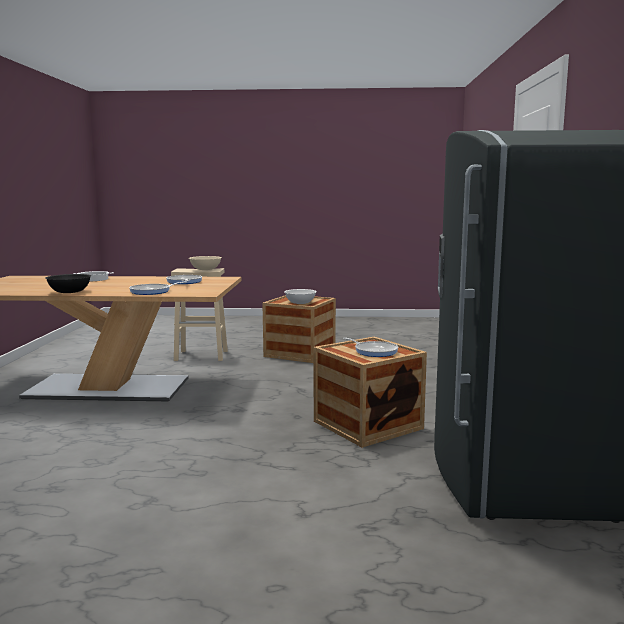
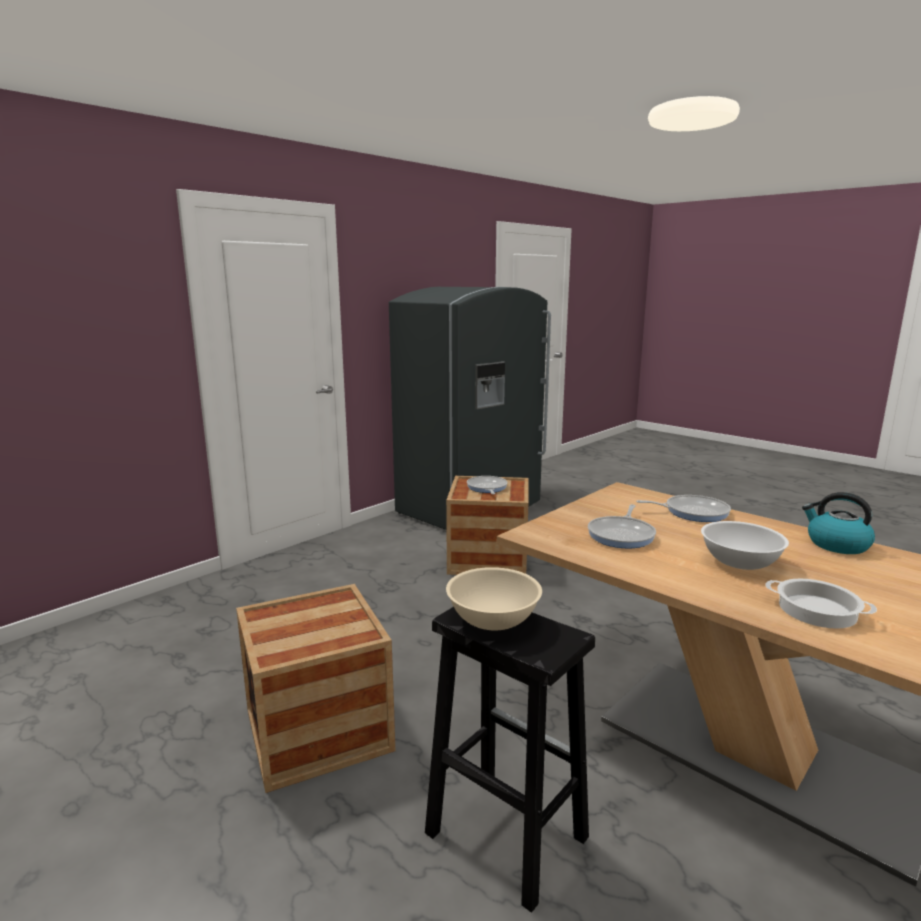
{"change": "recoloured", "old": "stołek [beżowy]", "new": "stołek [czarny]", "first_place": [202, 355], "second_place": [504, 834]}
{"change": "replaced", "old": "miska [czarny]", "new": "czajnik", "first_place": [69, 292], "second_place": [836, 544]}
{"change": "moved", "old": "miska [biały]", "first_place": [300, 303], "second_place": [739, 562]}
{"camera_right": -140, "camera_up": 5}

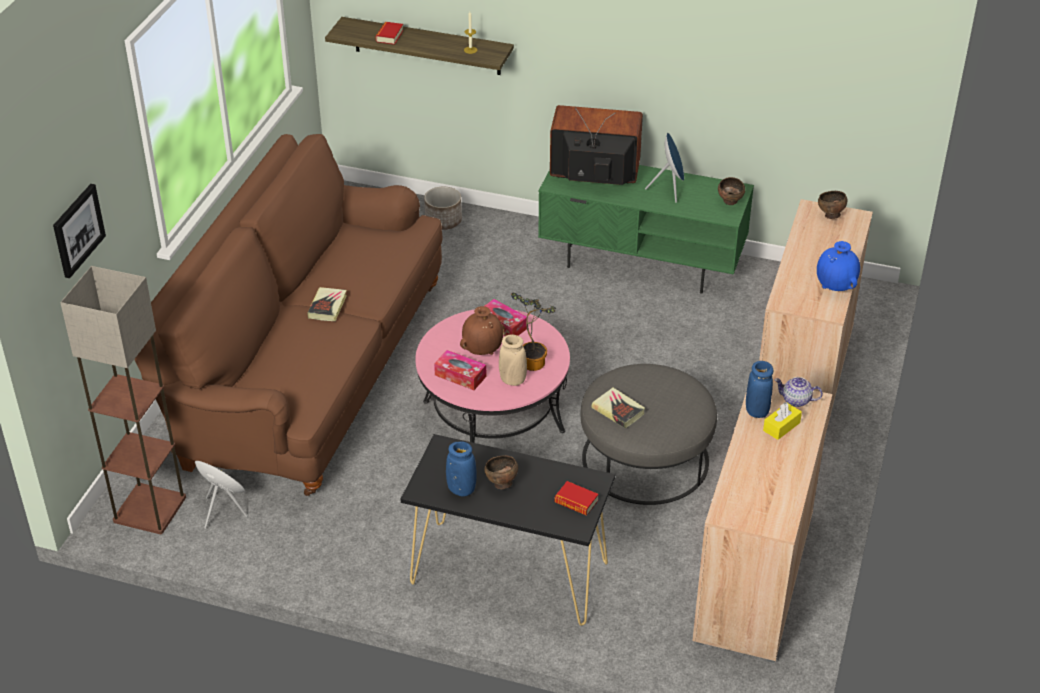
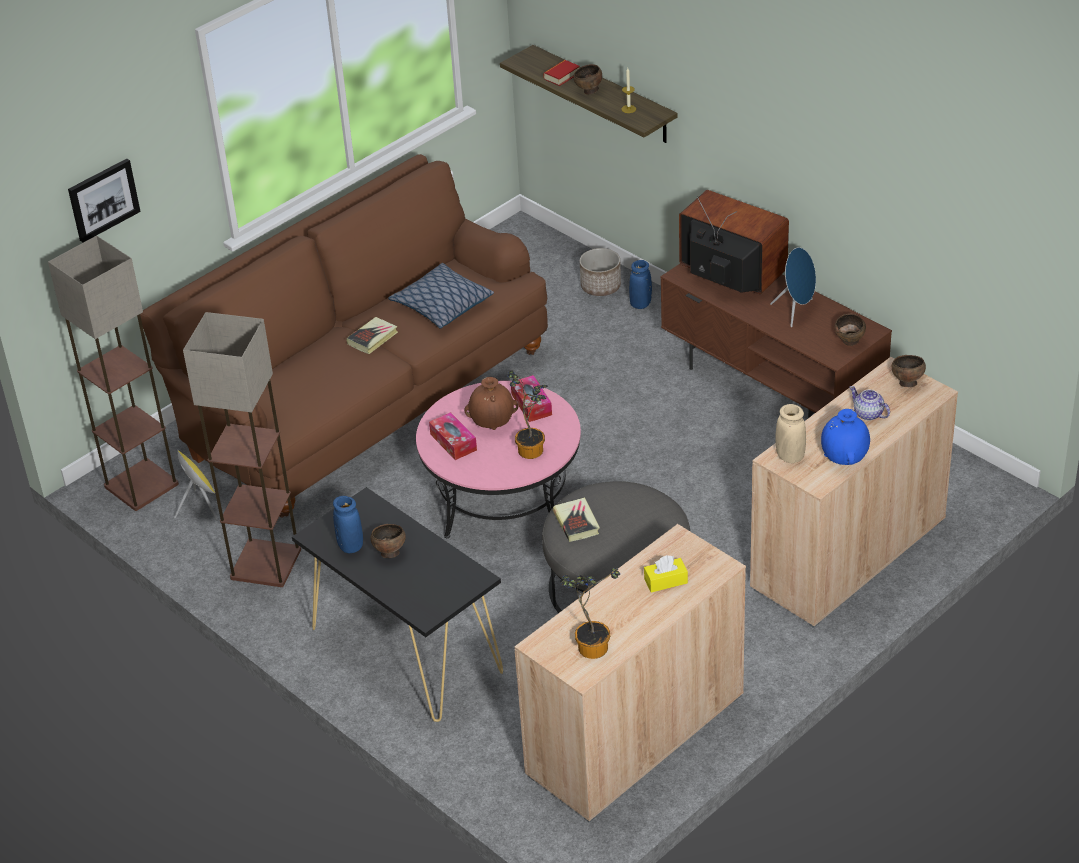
{"change": "recoloured", "old": "szafka pod telewizor [zielony]", "new": "szafka pod telewizor [brązowy]", "first_place": [643, 261], "second_place": [773, 384]}
{"change": "moved", "old": "wazon [beżowy]", "first_place": [512, 380], "second_place": [790, 456]}
{"change": "moved", "old": "wazon [niebieski]", "first_place": [757, 411], "second_place": [640, 304]}
{"change": "moved", "old": "imbryk", "first_place": [796, 400], "second_place": [868, 414]}
{"change": "removed", "old": "książka", "first_place": [576, 502]}
{"change": "added", "new": "miska [brązowy]", "second_place": [588, 91]}
{"change": "added", "new": "poduszka", "second_place": [442, 305]}
{"change": "added", "new": "lampa stojąca", "second_place": [265, 563]}
{"change": "added", "new": "roślina doniczkowa", "second_place": [590, 645]}
{"camera_right": 30, "camera_up": 0}

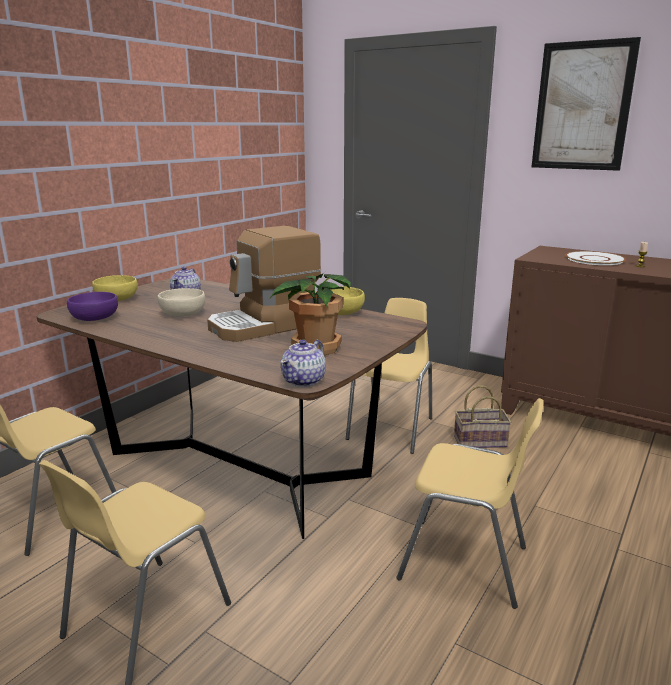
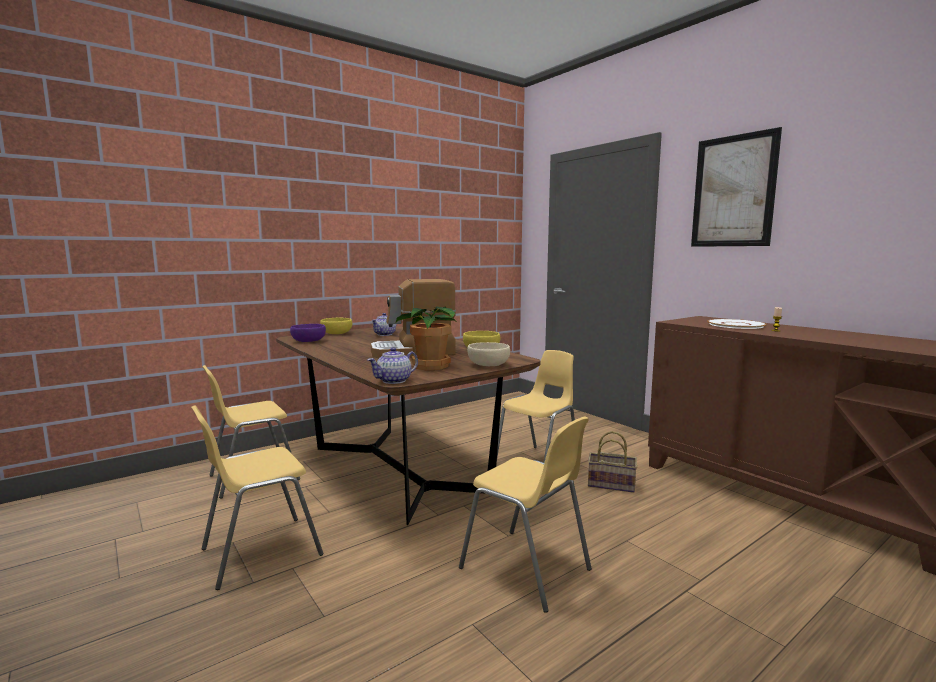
{"change": "moved", "old": "miska [beżowy]", "first_place": [183, 314], "second_place": [488, 365]}
{"camera_right": 20, "camera_up": -10}

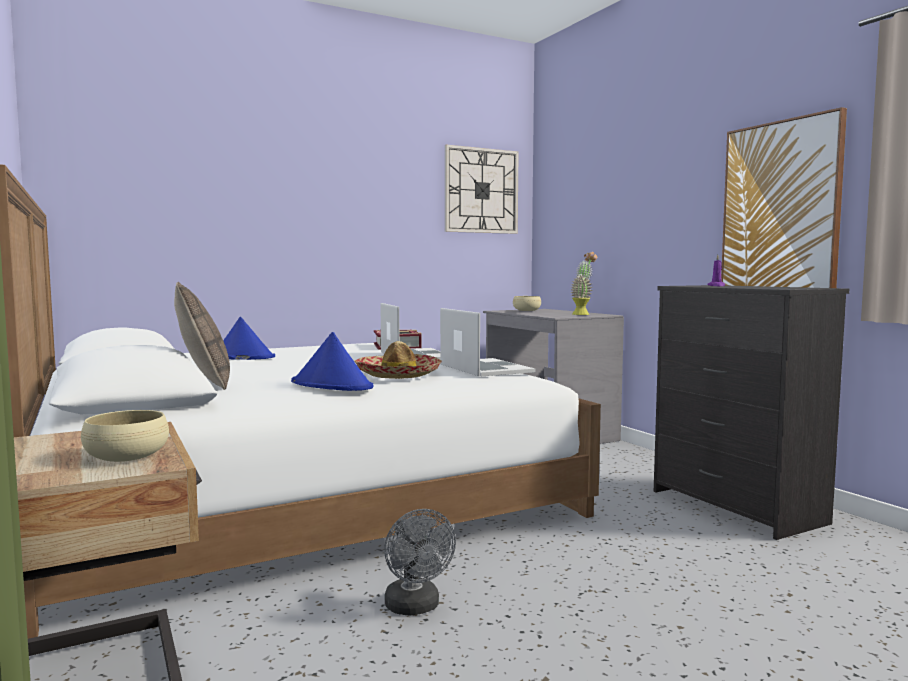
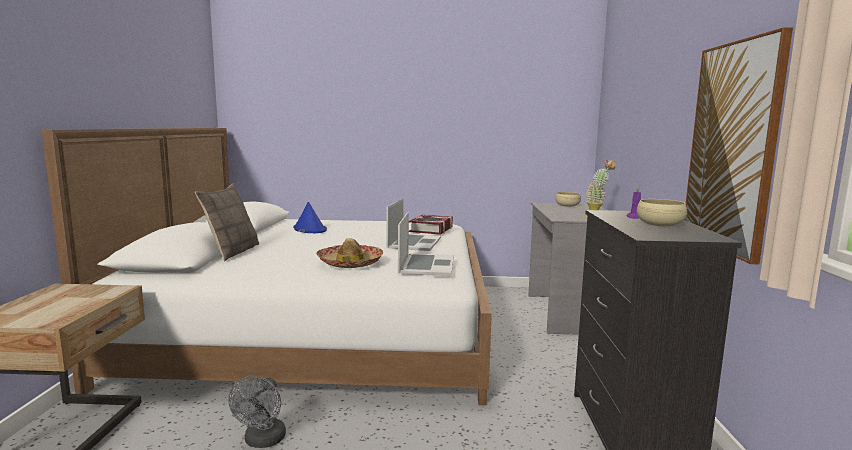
{"change": "removed", "old": "zegar ścienny", "first_place": [481, 191]}
{"change": "removed", "old": "kapelusz [niebieski]", "first_place": [332, 385]}
{"change": "moved", "old": "miska [beżowy]", "first_place": [127, 456], "second_place": [660, 224]}
{"camera_right": 30, "camera_up": 5}

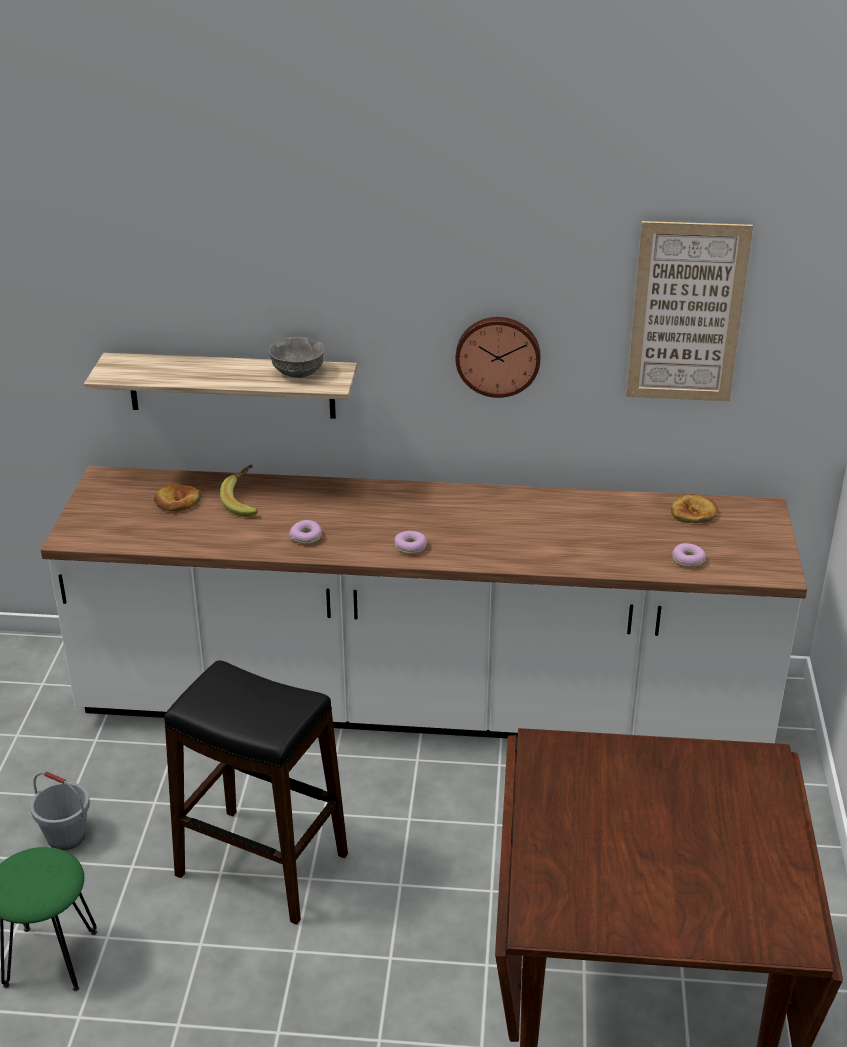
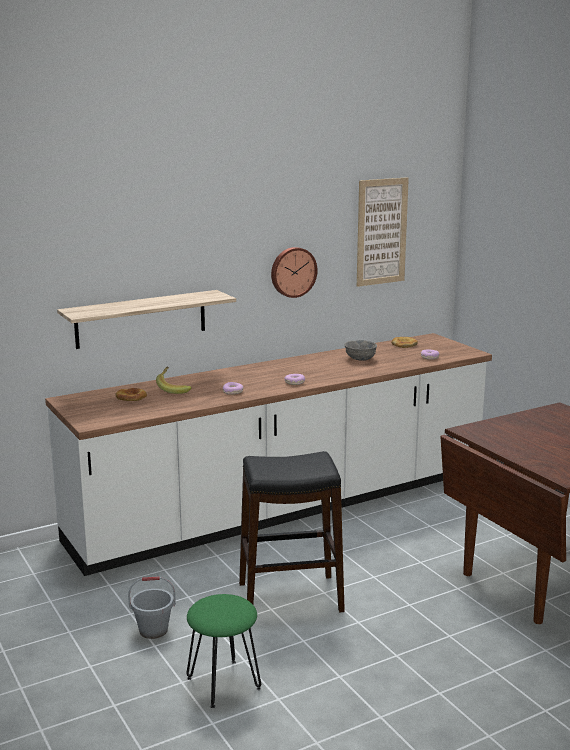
{"change": "moved", "old": "miska [szary]", "first_place": [298, 372], "second_place": [360, 359]}
{"camera_right": -35, "camera_up": -15}

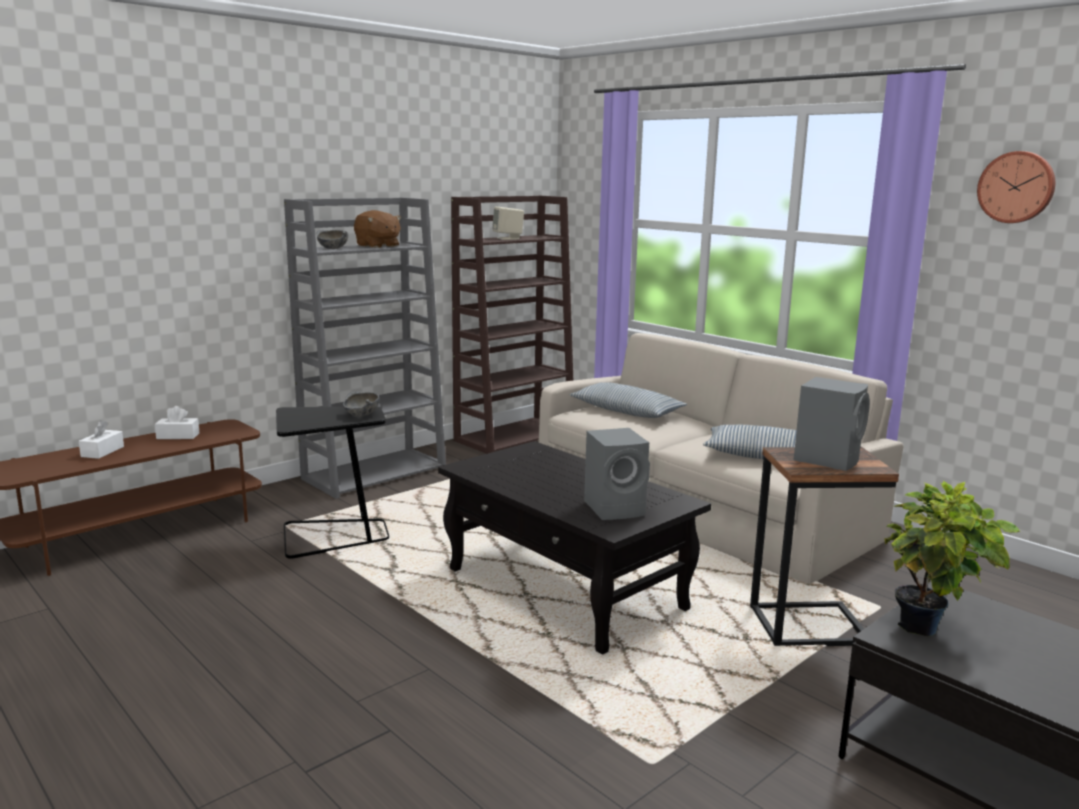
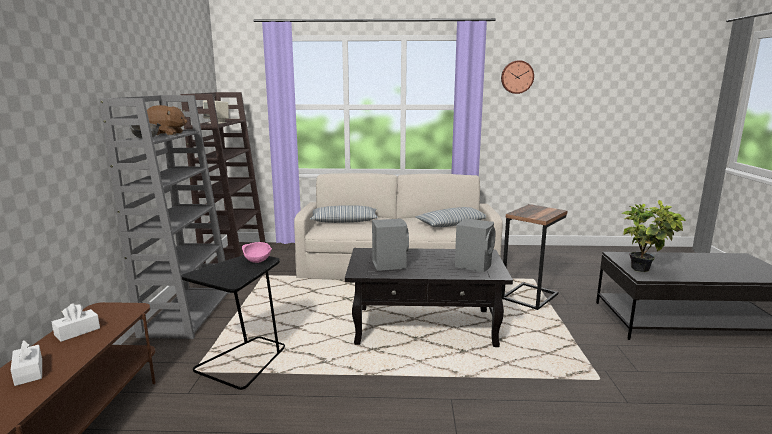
{"change": "moved", "old": "głośnik [szary]", "first_place": [828, 459], "second_place": [389, 264]}
{"change": "recoloured", "old": "miska [szary]", "new": "miska [różowy]", "first_place": [361, 415], "second_place": [257, 261]}
{"camera_right": -45, "camera_up": 0}

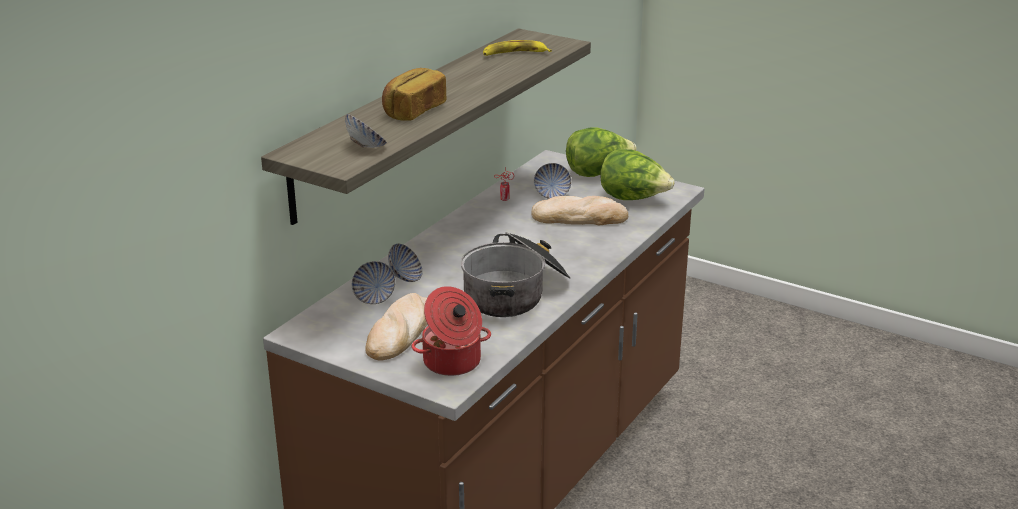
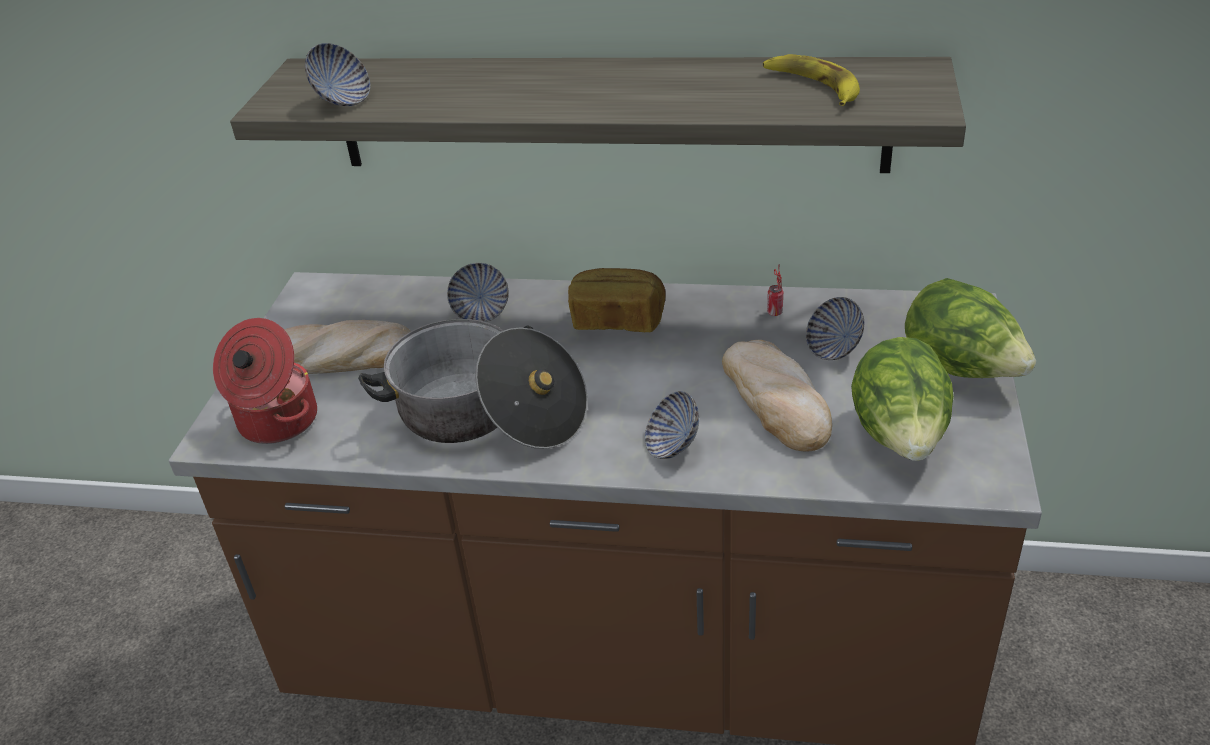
{"change": "moved", "old": "chleb", "first_place": [413, 111], "second_place": [617, 320]}
{"change": "moved", "old": "miska", "first_place": [374, 297], "second_place": [672, 446]}
{"camera_right": 70, "camera_up": 10}

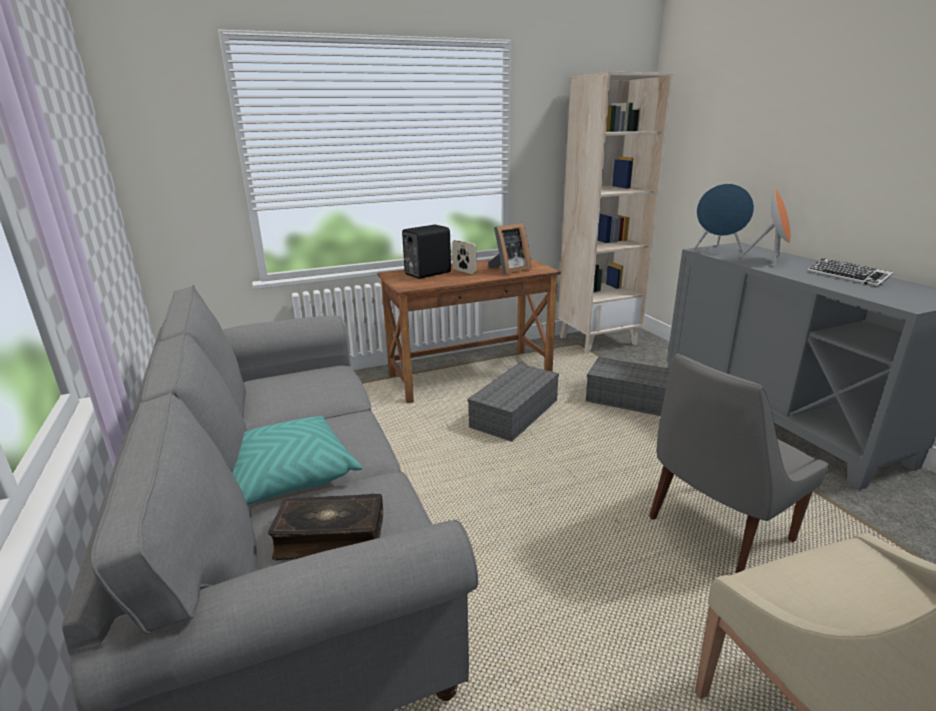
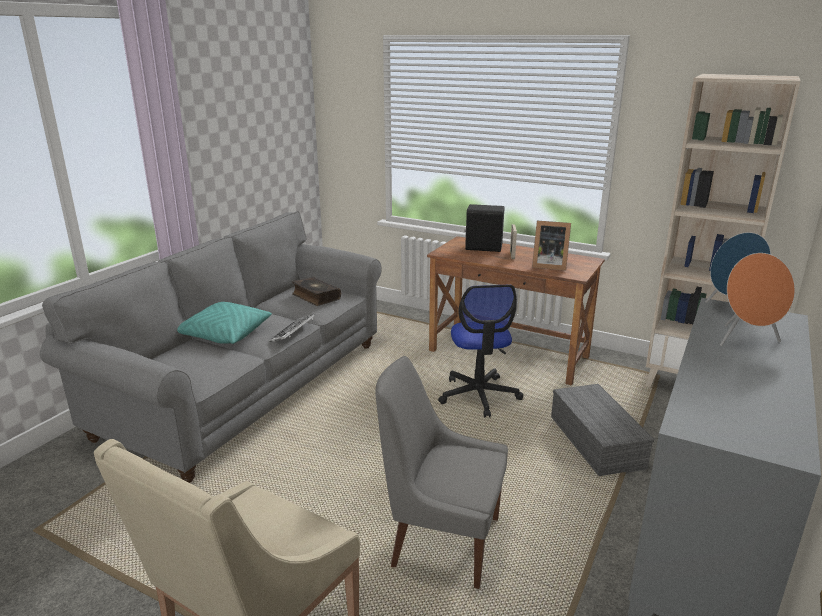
{"change": "moved", "old": "klawiatura", "first_place": [847, 277], "second_place": [293, 332]}
{"change": "replaced", "old": "pojemnik do przechowywania [szary]", "new": "krzesło biurowe", "first_place": [515, 415], "second_place": [479, 395]}
{"change": "moved", "old": "książka", "first_place": [330, 536], "second_place": [315, 297]}
{"camera_right": 50, "camera_up": 0}

